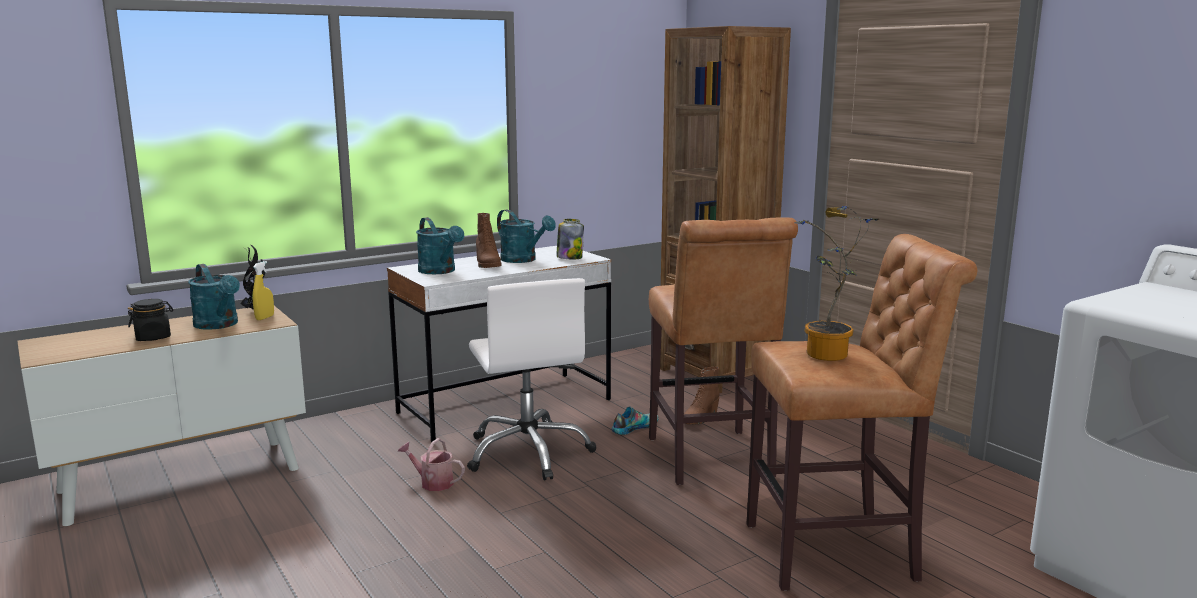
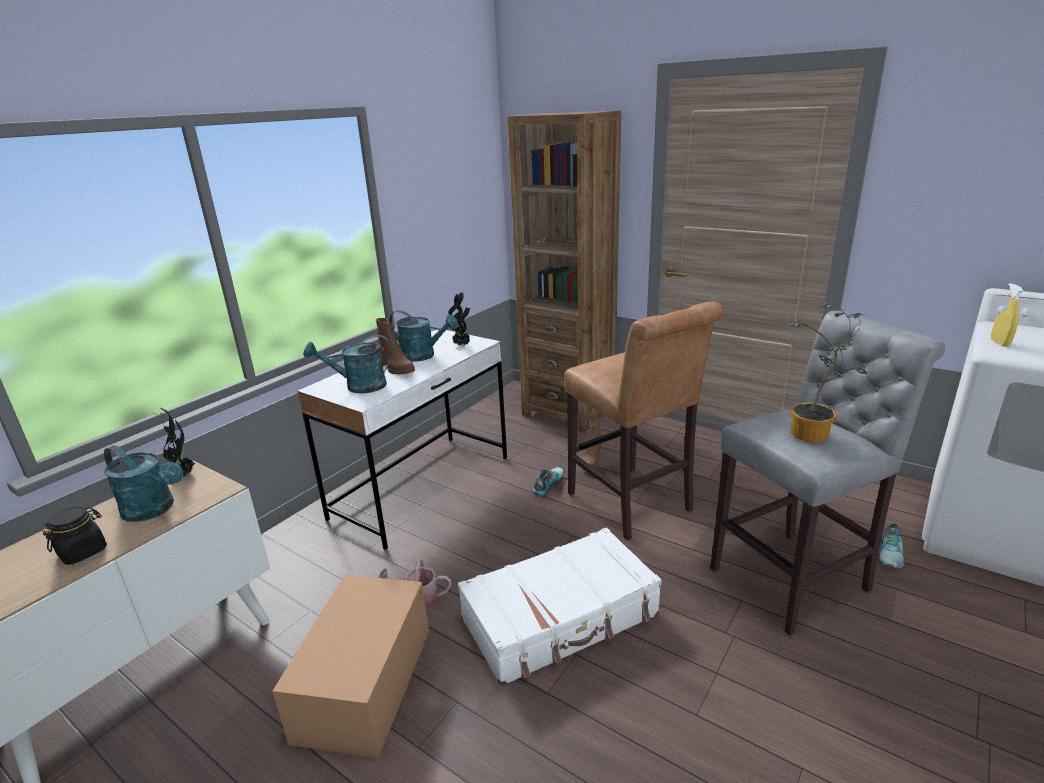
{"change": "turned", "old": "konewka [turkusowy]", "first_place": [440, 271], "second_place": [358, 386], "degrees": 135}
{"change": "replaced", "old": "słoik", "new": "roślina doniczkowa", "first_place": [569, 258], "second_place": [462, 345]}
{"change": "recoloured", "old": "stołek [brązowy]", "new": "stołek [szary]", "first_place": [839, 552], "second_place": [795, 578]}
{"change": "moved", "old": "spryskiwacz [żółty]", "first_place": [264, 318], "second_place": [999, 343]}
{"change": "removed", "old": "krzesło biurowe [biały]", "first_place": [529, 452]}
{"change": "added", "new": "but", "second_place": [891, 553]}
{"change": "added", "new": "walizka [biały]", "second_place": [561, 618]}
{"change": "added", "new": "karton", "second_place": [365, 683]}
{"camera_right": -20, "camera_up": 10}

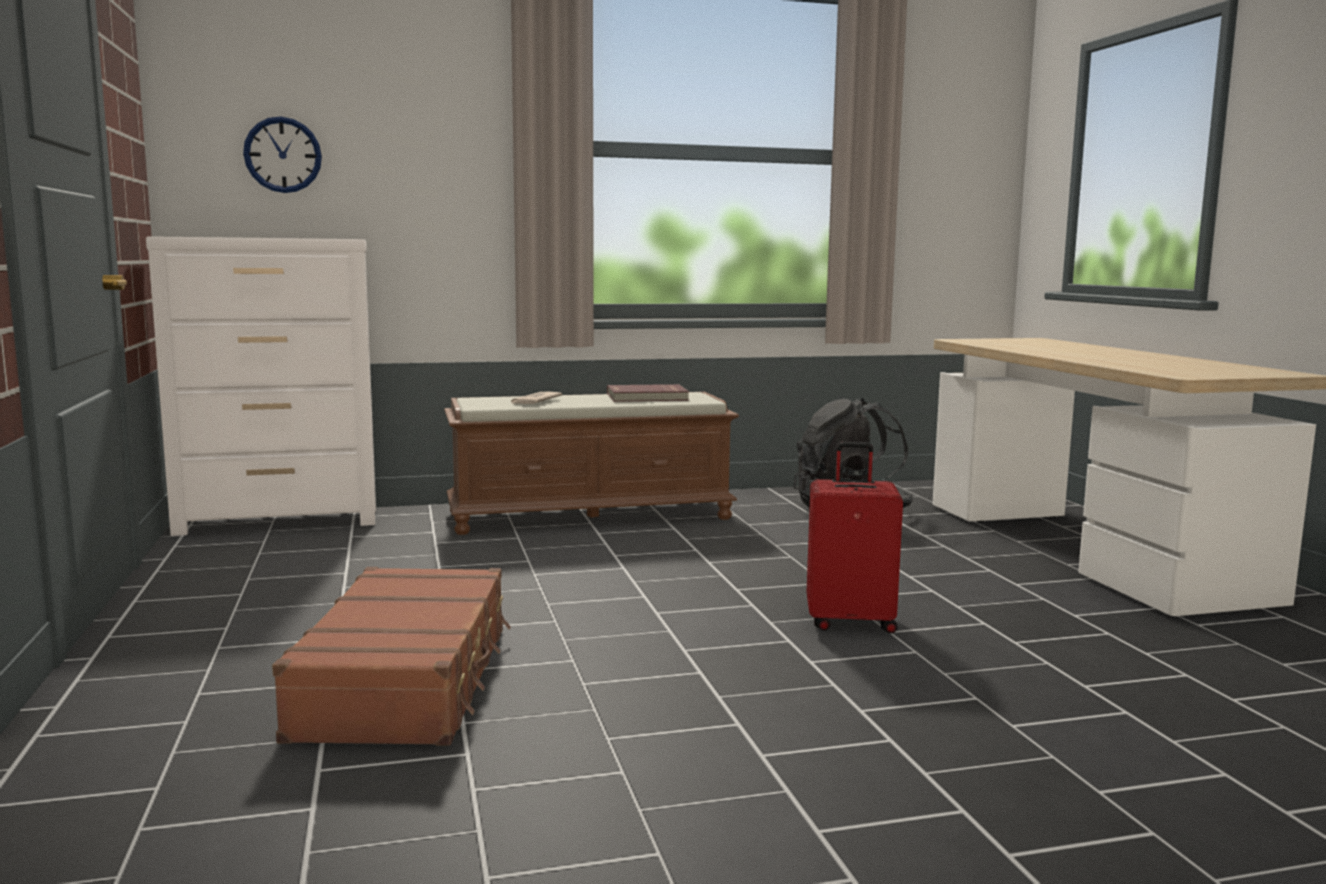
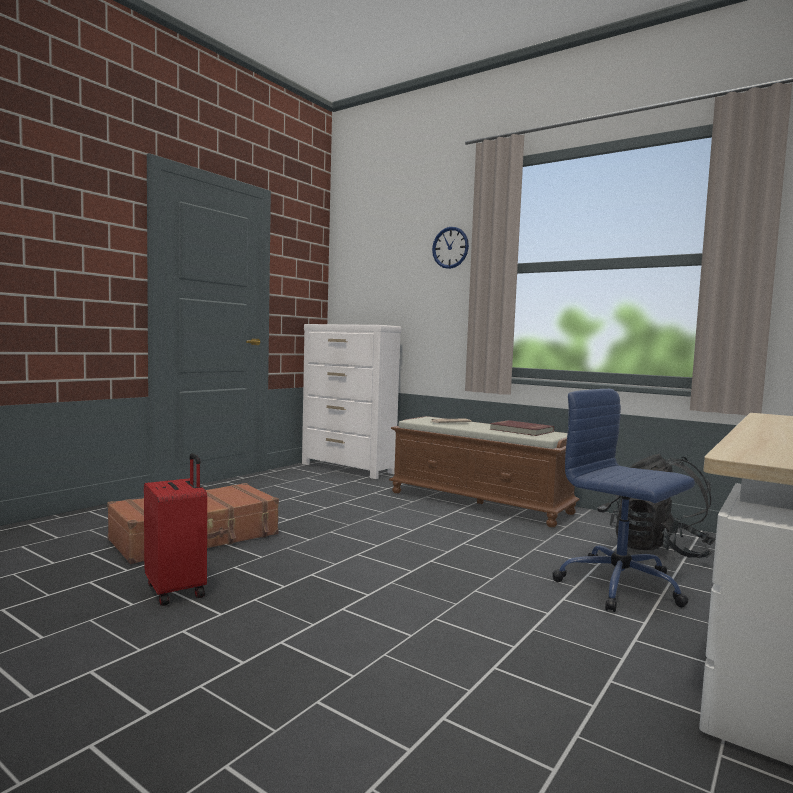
{"change": "moved", "old": "zegar ścienny", "first_place": [283, 155], "second_place": [450, 247]}
{"change": "moved", "old": "walizka [czerwony]", "first_place": [850, 622], "second_place": [177, 590]}
{"change": "added", "new": "krzesło biurowe [niebieski]", "second_place": [621, 586]}
{"camera_right": 50, "camera_up": -5}

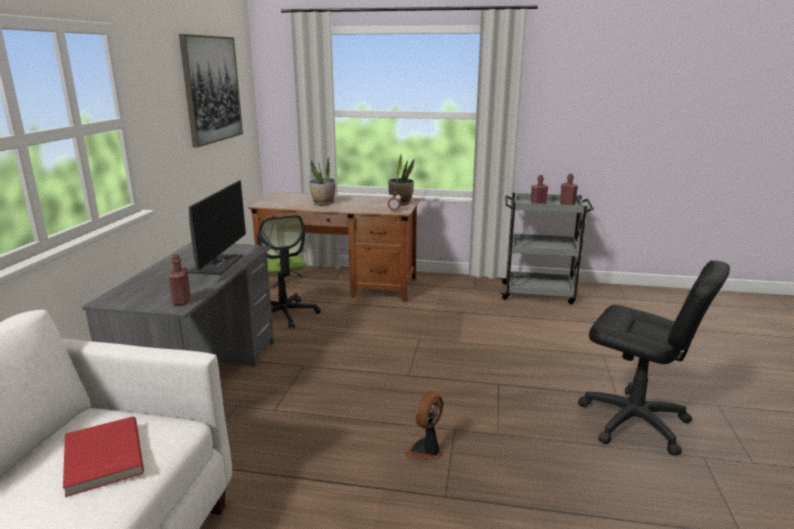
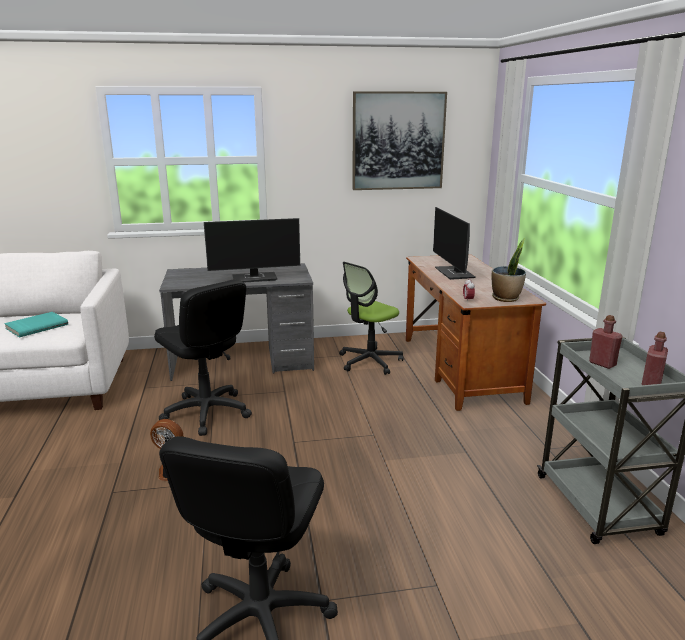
{"change": "replaced", "old": "roślina doniczkowa", "new": "monitor", "first_place": [323, 203], "second_place": [455, 273]}
{"change": "removed", "old": "butelka [czerwony]", "first_place": [182, 301]}
{"change": "recoloured", "old": "książka [czerwony]", "new": "książka [turkusowy]", "first_place": [101, 458], "second_place": [36, 326]}
{"change": "added", "new": "krzesło biurowe [czarny]", "second_place": [206, 413]}
{"camera_right": 70, "camera_up": 0}

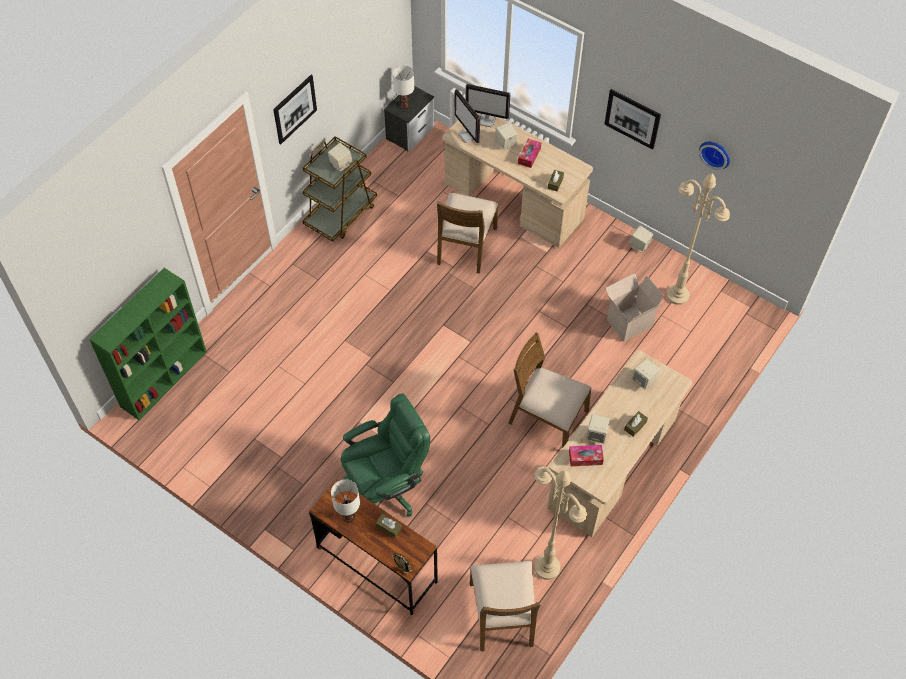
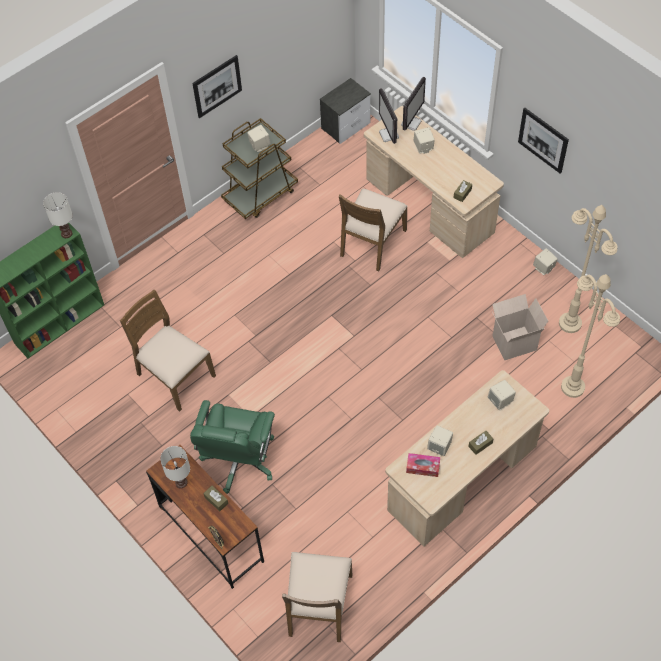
{"change": "moved", "old": "lampa stołowa [biały]", "first_place": [404, 105], "second_place": [66, 234]}
{"change": "turned", "old": "monitor", "first_place": [487, 120], "second_place": [411, 122], "degrees": -90}
{"change": "removed", "old": "pudełko chusteczek", "first_place": [529, 156]}
{"change": "removed", "old": "zegar ścienny", "first_place": [716, 153]}
{"change": "moved", "old": "krzesło [brązowy]", "first_place": [547, 418], "second_place": [174, 375]}
{"change": "turned", "old": "krzesło biurowe [zielony]", "first_place": [386, 486], "second_place": [239, 461], "degrees": 120}
{"change": "moved", "old": "lampa stojąca [beżowy]", "first_place": [546, 567], "second_place": [572, 387]}
{"camera_right": 15, "camera_up": 0}

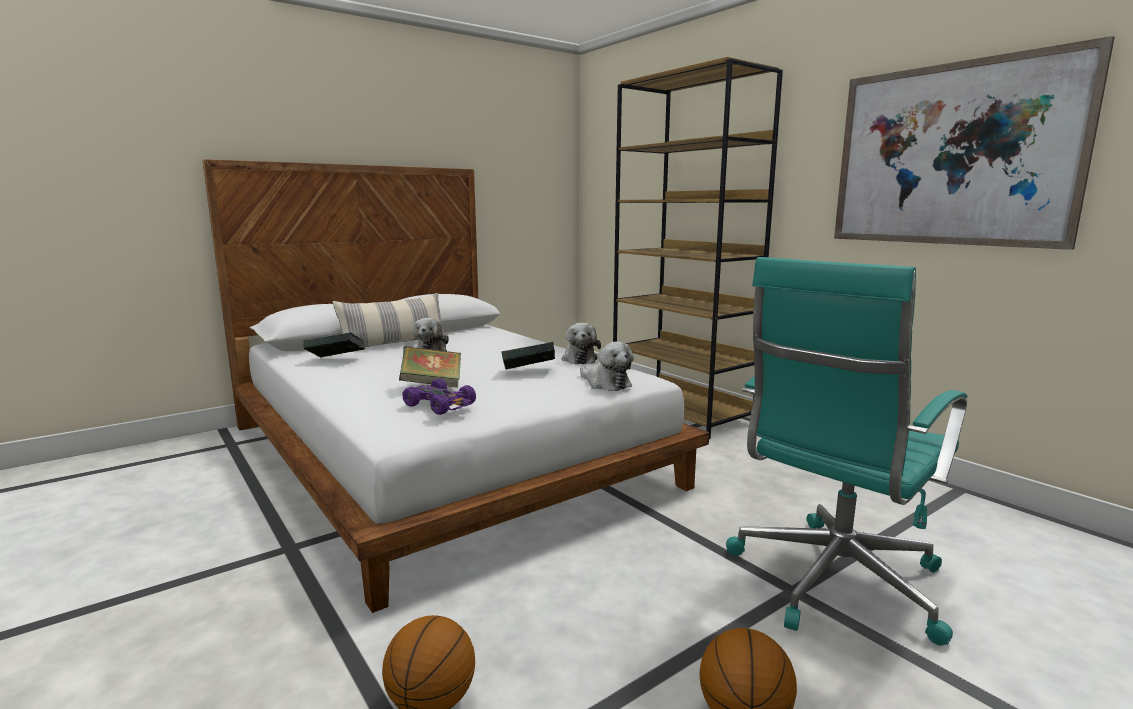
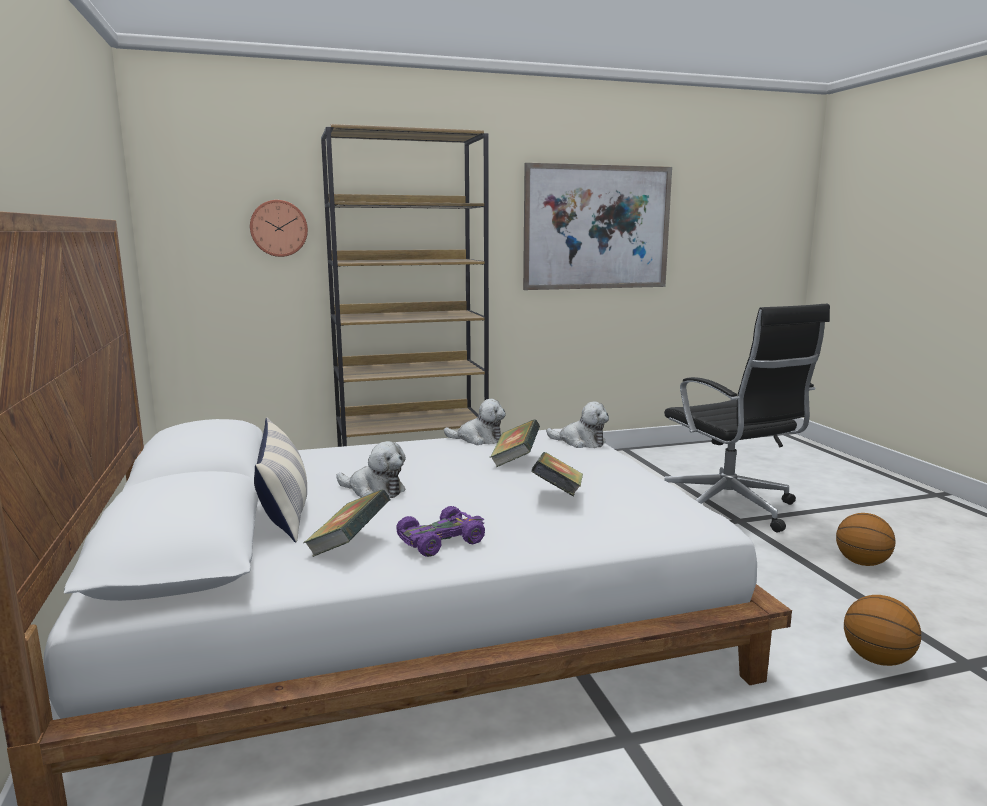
{"change": "recoloured", "old": "krzesło biurowe [turkusowy]", "new": "krzesło biurowe [czarny]", "first_place": [833, 582], "second_place": [730, 508]}
{"change": "turned", "old": "pluszak", "first_place": [606, 384], "second_place": [580, 442], "degrees": 45}
{"change": "moved", "old": "samochodzik [fioletowy]", "first_place": [441, 405], "second_place": [442, 540]}
{"change": "added", "new": "zegar ścienny", "second_place": [279, 228]}
{"camera_right": -70, "camera_up": 0}

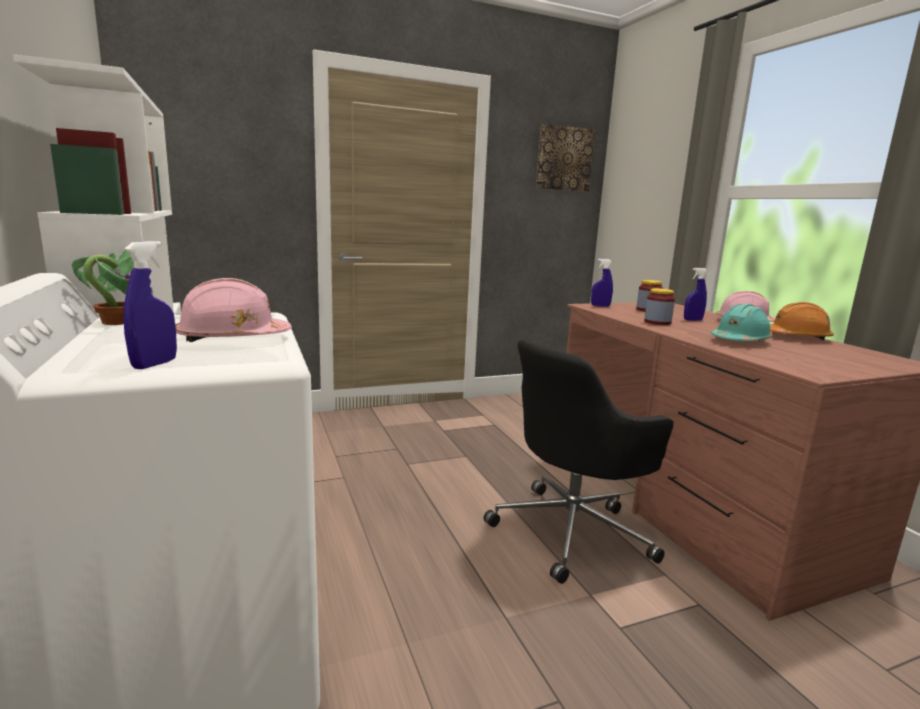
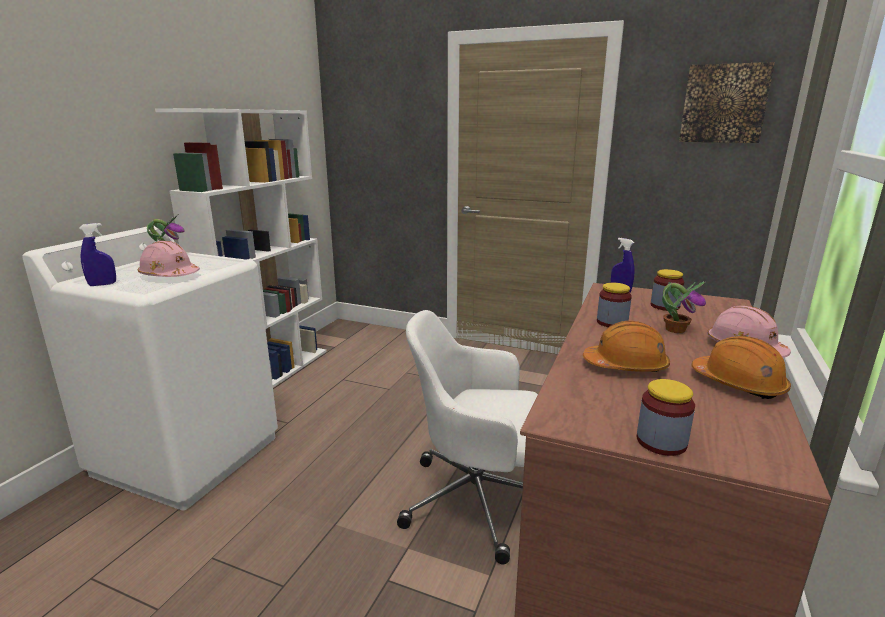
{"change": "replaced", "old": "spryskiwacz [niebieski]", "new": "roślina doniczkowa", "first_place": [692, 320], "second_place": [675, 329]}
{"change": "recoloured", "old": "kask [turkusowy]", "new": "kask [pomarańczowy]", "first_place": [739, 341], "second_place": [626, 366]}
{"change": "recoloured", "old": "krzesło biurowe [czarny]", "new": "krzesło biurowe [biały]", "first_place": [573, 530], "second_place": [477, 500]}
{"change": "added", "new": "słoik", "second_place": [661, 442]}
{"camera_right": 45, "camera_up": 5}

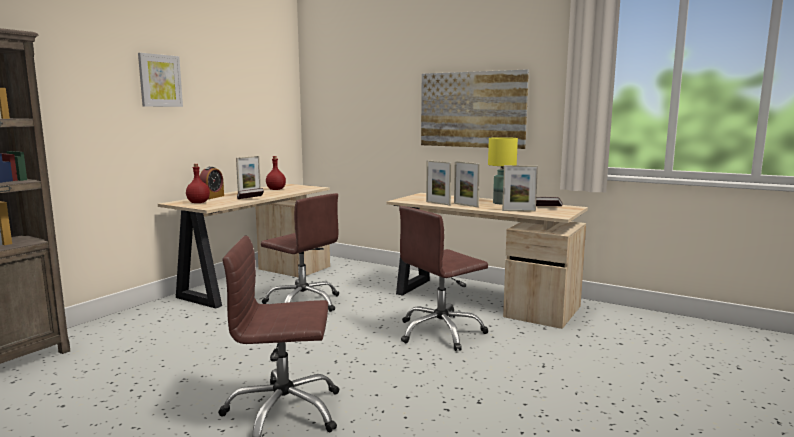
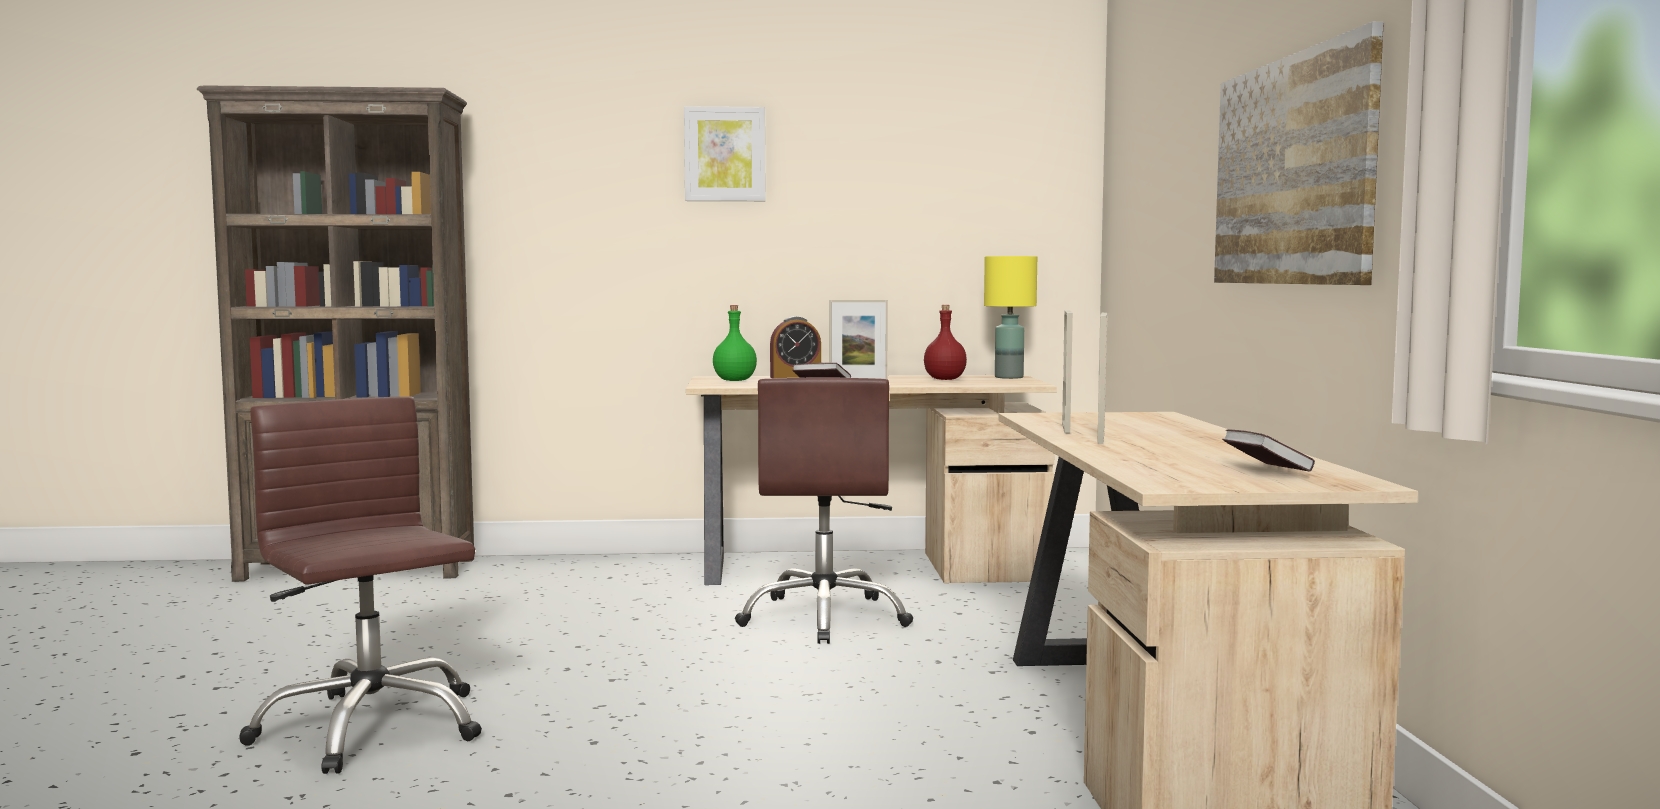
{"change": "moved", "old": "lampa stołowa [żółty]", "first_place": [500, 203], "second_place": [1008, 377]}
{"change": "recoloured", "old": "butelka [czerwony]", "new": "butelka [zielony]", "first_place": [198, 203], "second_place": [734, 380]}
{"change": "removed", "old": "ramka na zdjęcie", "first_place": [518, 211]}
{"change": "removed", "old": "krzesło biurowe [brązowy]", "first_place": [441, 332]}
{"camera_right": 55, "camera_up": -5}

